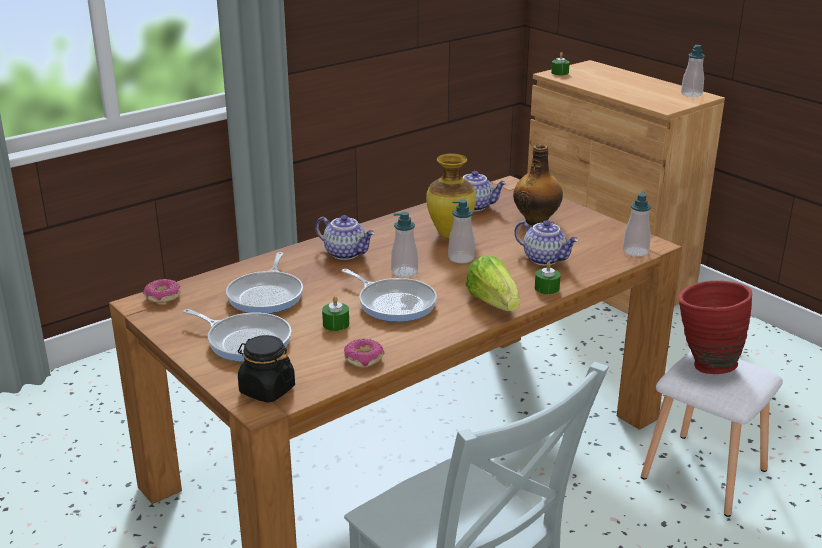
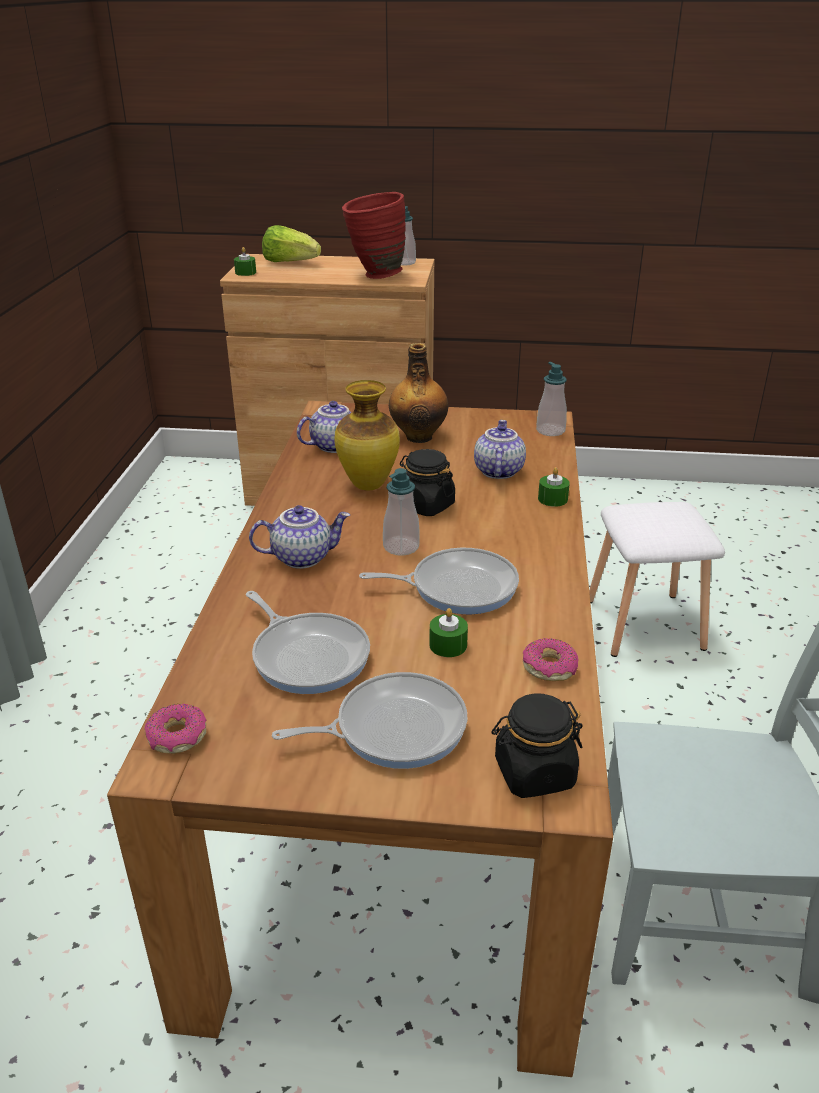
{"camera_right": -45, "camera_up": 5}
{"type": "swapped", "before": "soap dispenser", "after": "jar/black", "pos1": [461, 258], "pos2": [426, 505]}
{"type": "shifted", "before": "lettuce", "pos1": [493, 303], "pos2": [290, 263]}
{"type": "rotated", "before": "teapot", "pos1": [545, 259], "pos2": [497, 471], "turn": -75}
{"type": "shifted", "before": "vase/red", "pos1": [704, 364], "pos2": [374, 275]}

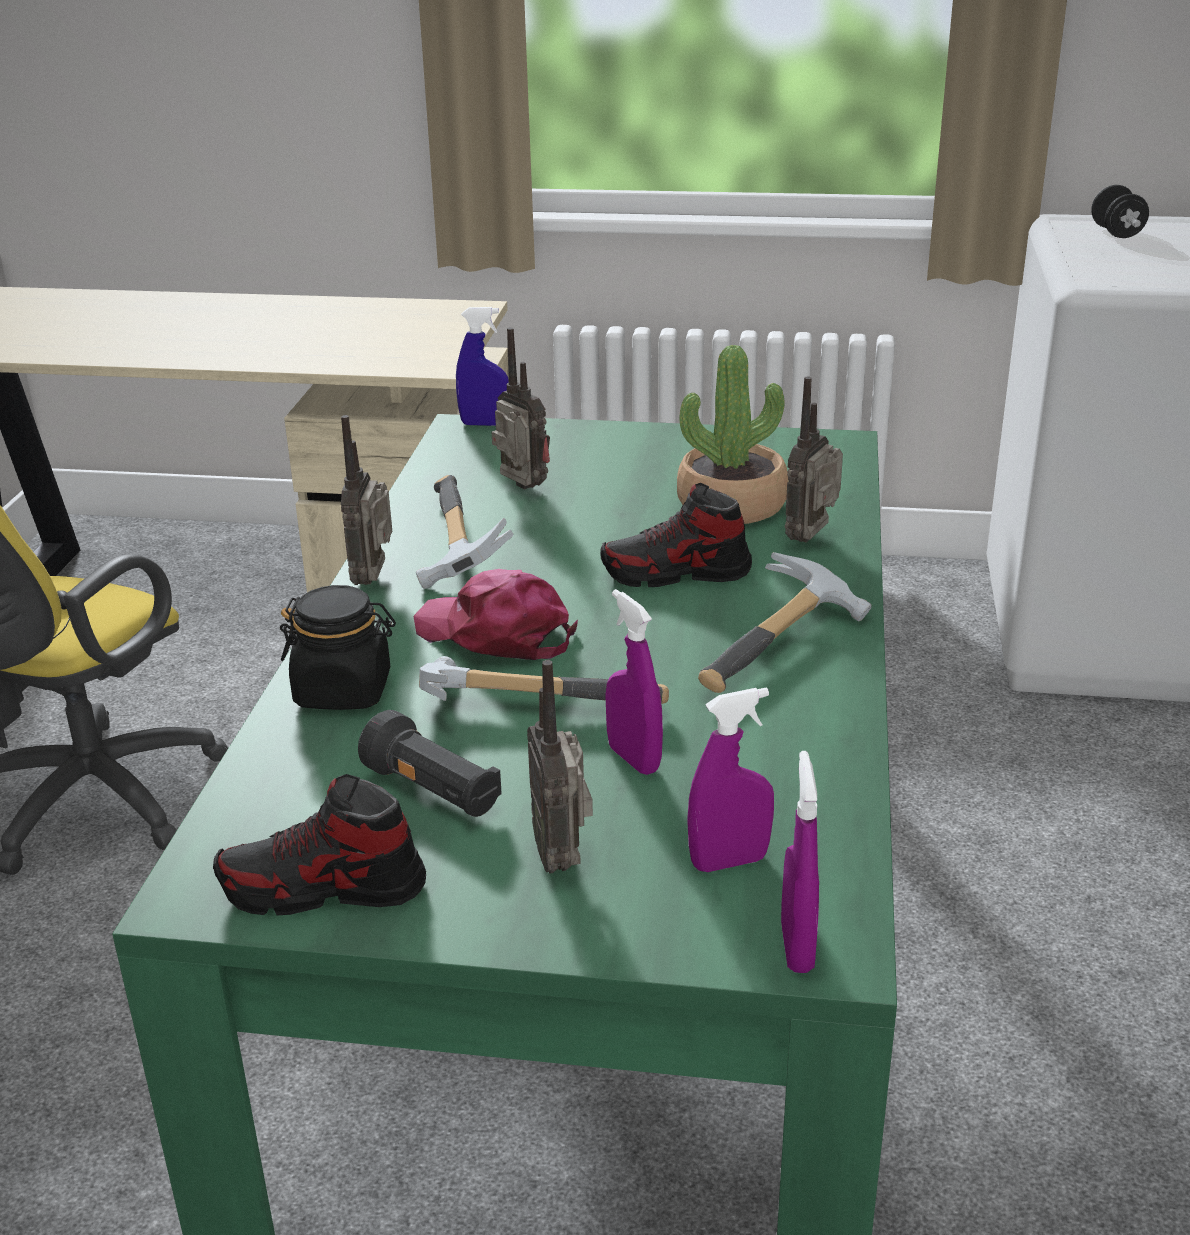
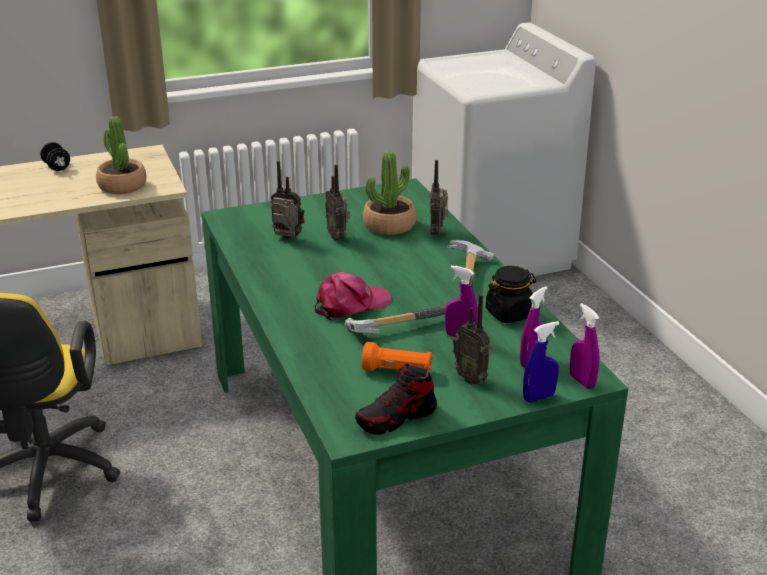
{"camera_right": -30, "camera_up": 0}
{"type": "shifted", "before": "jar/black", "pos1": [344, 691], "pos2": [509, 313]}
{"type": "shifted", "before": "radio", "pos1": [375, 579], "pos2": [338, 237]}
{"type": "repainted", "before": "flashlight/black", "after": "flashlight/orange", "pos1": [434, 792], "pos2": [397, 371]}
{"type": "rotated", "before": "cap/pink", "pos1": [496, 634], "pos2": [350, 304], "turn": 150}
{"type": "gone", "before": "hammer", "pos1": [449, 546]}
{"type": "shifted", "before": "spray bottle/blue", "pos1": [485, 424], "pos2": [539, 397]}
{"type": "gone", "before": "shoe", "pos1": [676, 573]}
{"type": "shifted", "before": "dumbbell/black", "pos1": [1116, 233], "pos2": [57, 167]}
{"type": "new", "after": "potted plant", "pos2": [122, 186]}

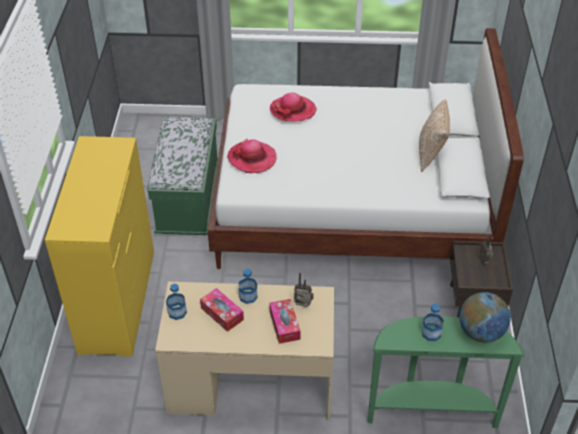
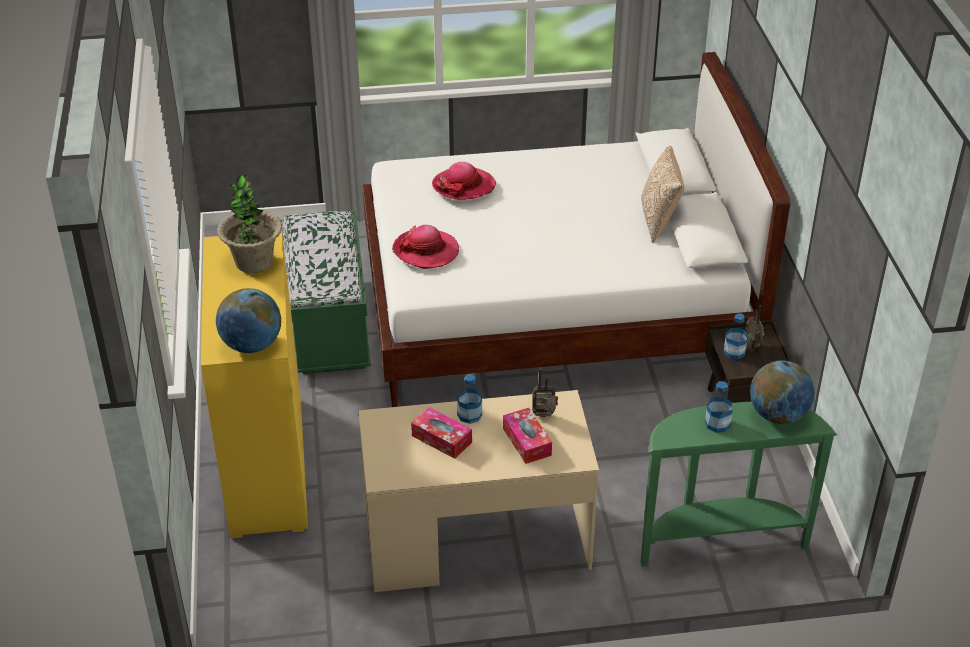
{"camera_right": -10, "camera_up": -5}
{"type": "shifted", "before": "bottle", "pos1": [177, 312], "pos2": [734, 352]}
{"type": "new", "after": "globe", "pos2": [252, 345]}
{"type": "new", "after": "potted plant", "pos2": [253, 262]}

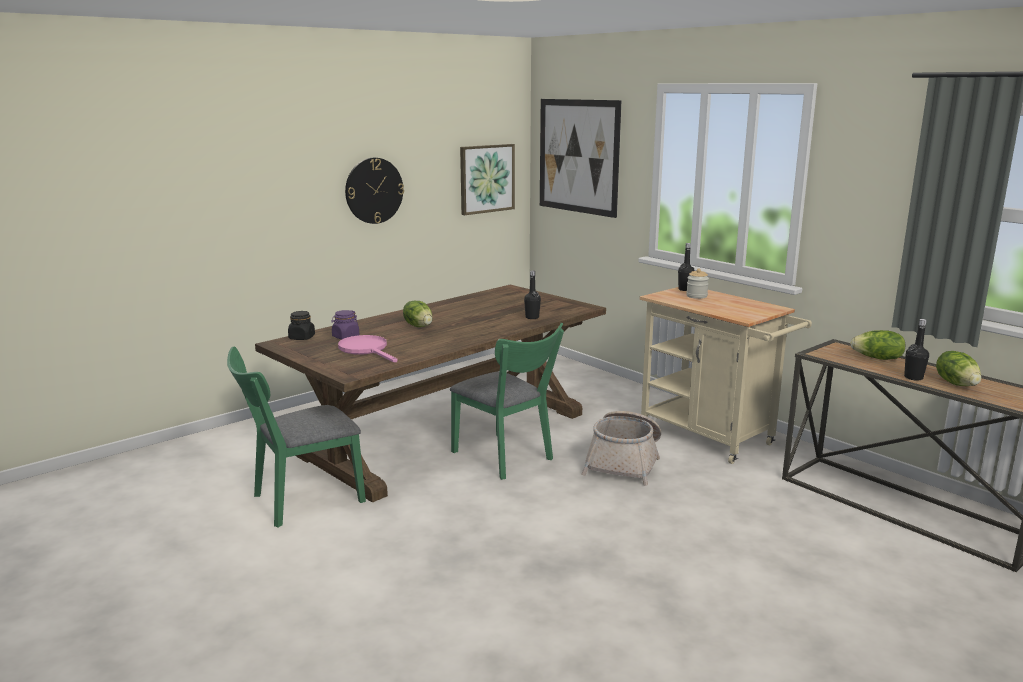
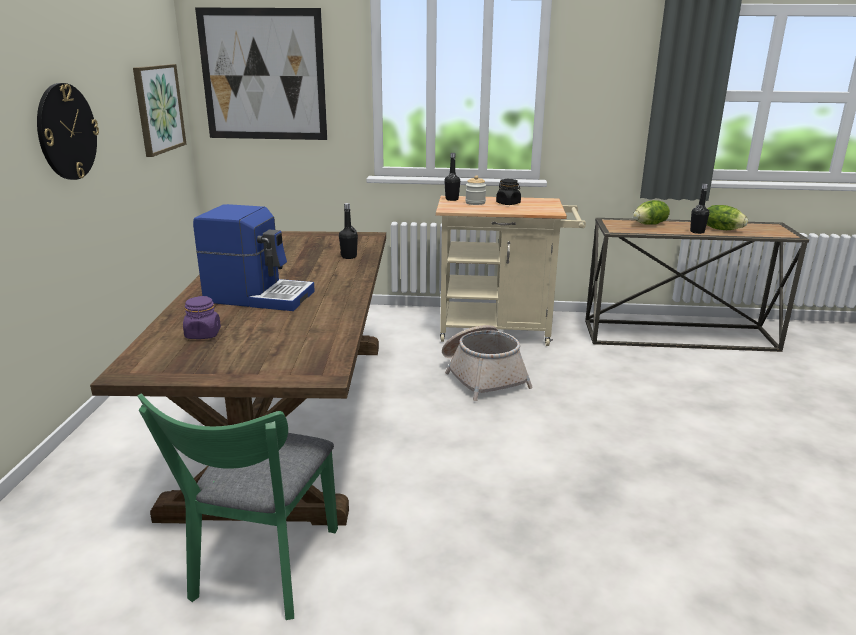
{"camera_right": -45, "camera_up": 5}
{"type": "shifted", "before": "jar/black", "pos1": [302, 338], "pos2": [508, 203]}
{"type": "gone", "before": "frying pan/pink", "pos1": [367, 350]}
{"type": "swapped", "before": "lettuce", "after": "coffee machine", "pos1": [419, 326], "pos2": [259, 296]}
{"type": "gone", "before": "chair/green", "pos1": [506, 458]}

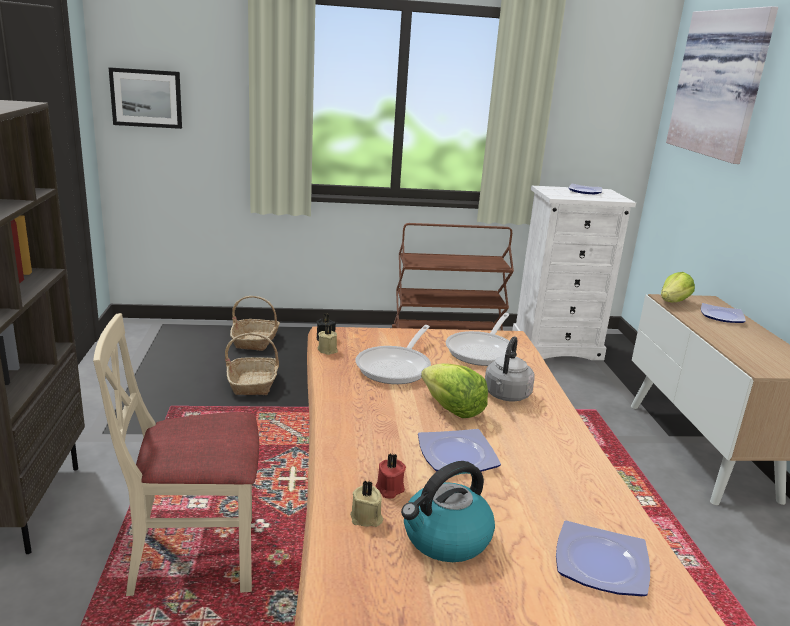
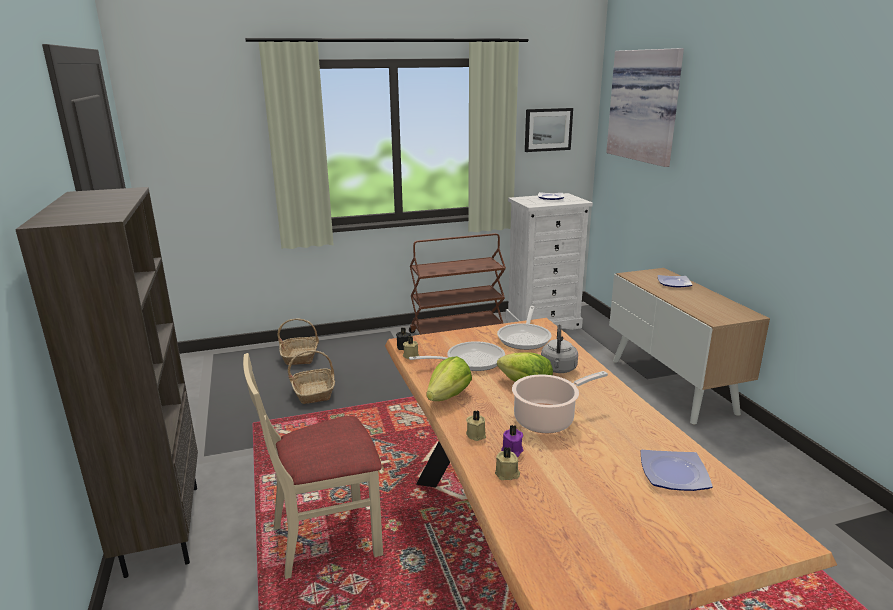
{"camera_right": -10, "camera_up": 0}
{"type": "shifted", "before": "picture", "pos1": [146, 98], "pos2": [548, 129]}
{"type": "rotated", "before": "frying pan", "pos1": [396, 367], "pos2": [469, 361], "turn": -120}
{"type": "repainted", "before": "candle/red", "after": "candle/purple", "pos1": [389, 489], "pos2": [512, 451]}
{"type": "gone", "before": "kettle", "pos1": [445, 539]}
{"type": "swapped", "before": "plate", "after": "cooking pot", "pos1": [458, 456], "pos2": [547, 419]}
{"type": "shifted", "before": "lettuce", "pos1": [673, 302], "pos2": [448, 396]}
{"type": "new", "after": "candle/beige", "pos2": [476, 434]}

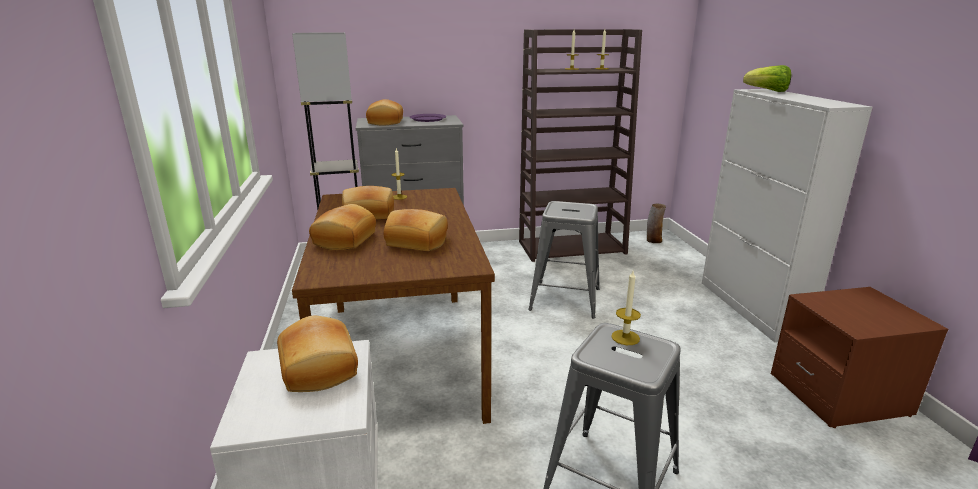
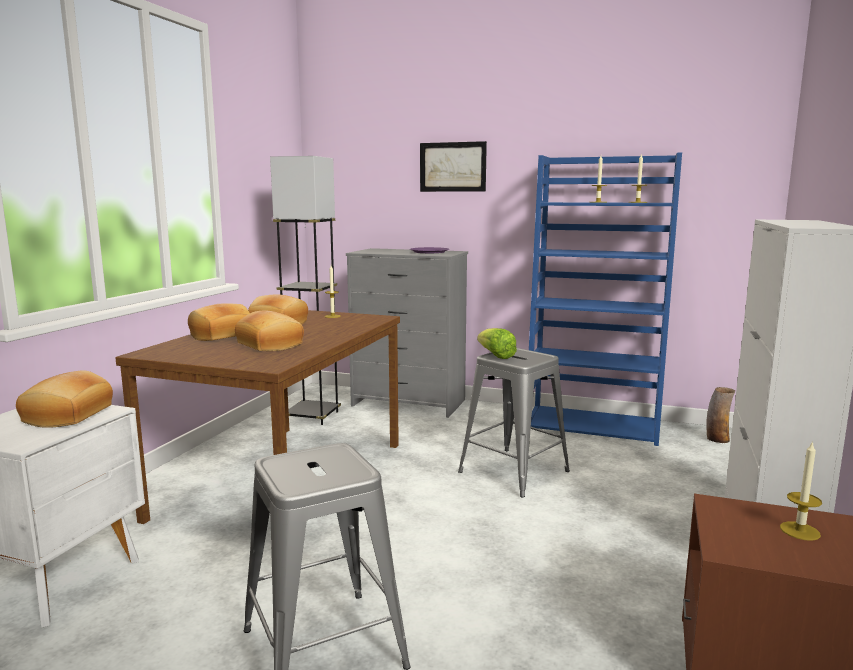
{"camera_right": 30, "camera_up": -10}
{"type": "gone", "before": "bread", "pos1": [386, 122]}
{"type": "repainted", "before": "bookcase/brown", "after": "bookcase/blue", "pos1": [572, 247], "pos2": [594, 425]}
{"type": "shifted", "before": "candle", "pos1": [625, 337], "pos2": [799, 531]}
{"type": "shifted", "before": "lettuce", "pos1": [767, 91], "pos2": [495, 355]}
{"type": "new", "after": "picture", "pos2": [452, 167]}

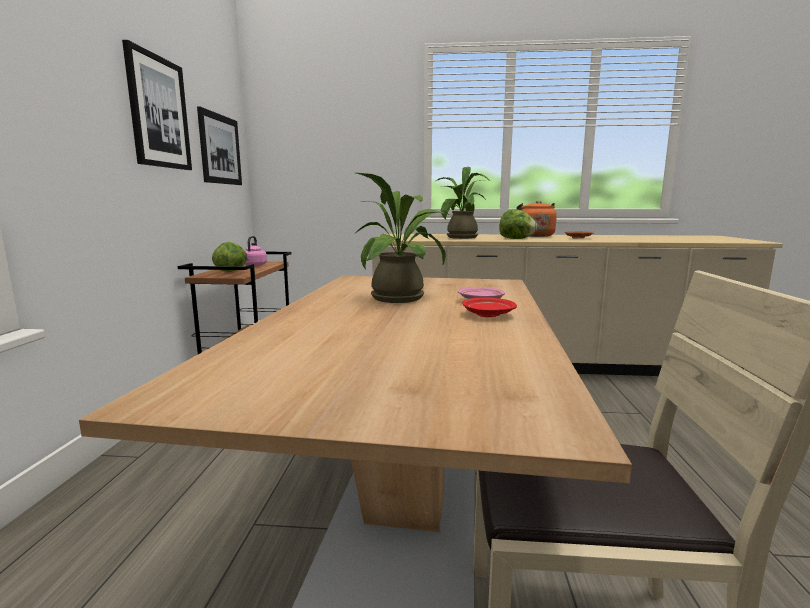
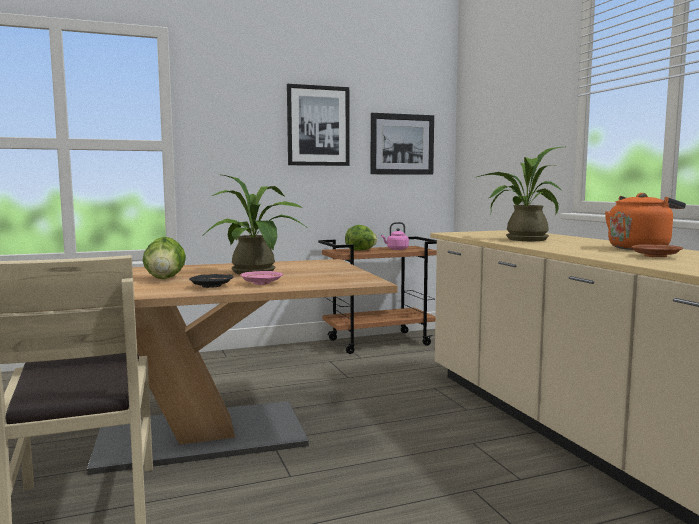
{"camera_right": 65, "camera_up": -5}
{"type": "repainted", "before": "plate/red", "after": "plate/black", "pos1": [487, 314], "pos2": [211, 286]}
{"type": "shifted", "before": "lettuce", "pos1": [516, 239], "pos2": [165, 278]}

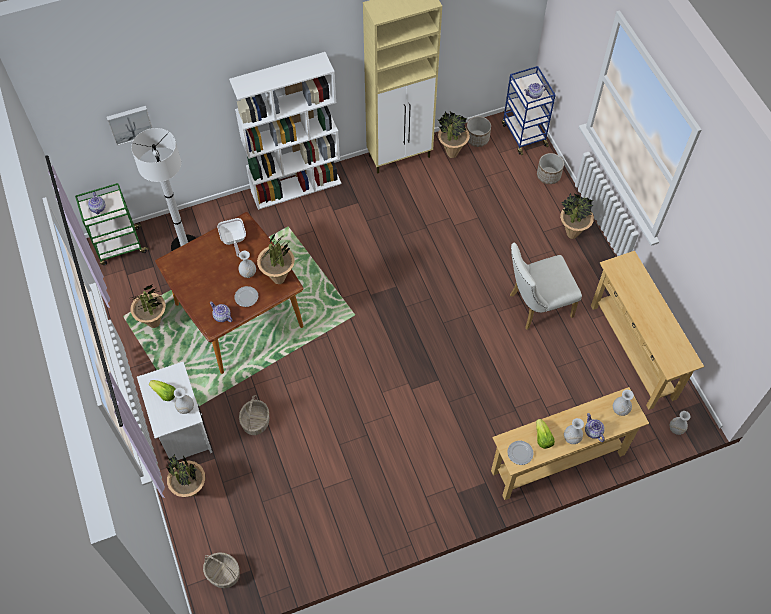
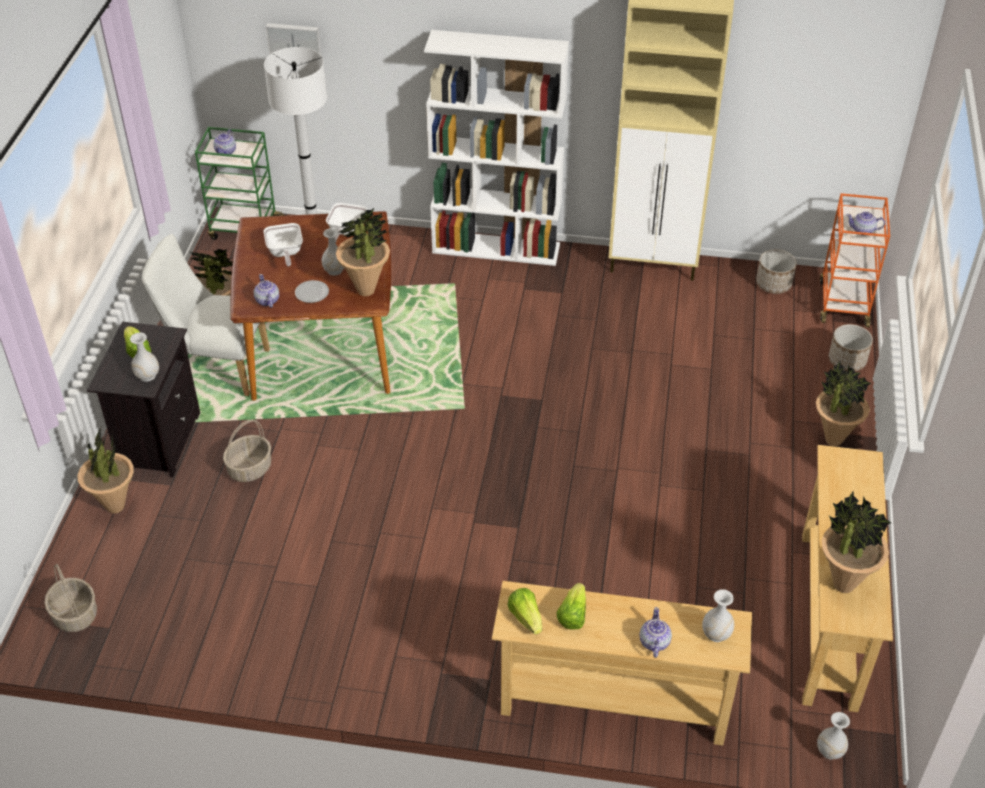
{"camera_right": 30, "camera_up": -15}
{"type": "repainted", "before": "nightstand/white", "after": "nightstand/black", "pos1": [183, 432], "pos2": [158, 440]}
{"type": "shifted", "before": "potted plant", "pos1": [451, 154], "pos2": [843, 584]}
{"type": "repainted", "before": "cart/blue", "after": "cart/orange", "pos1": [523, 134], "pos2": [843, 302]}
{"type": "swapped", "before": "plate", "after": "lettuce", "pos1": [520, 453], "pos2": [526, 617]}
{"type": "shifted", "before": "chair/white", "pos1": [536, 306], "pos2": [217, 367]}
{"type": "gone", "before": "vase/white", "pos1": [571, 438]}
{"type": "new", "after": "frying pan", "pos2": [285, 253]}

